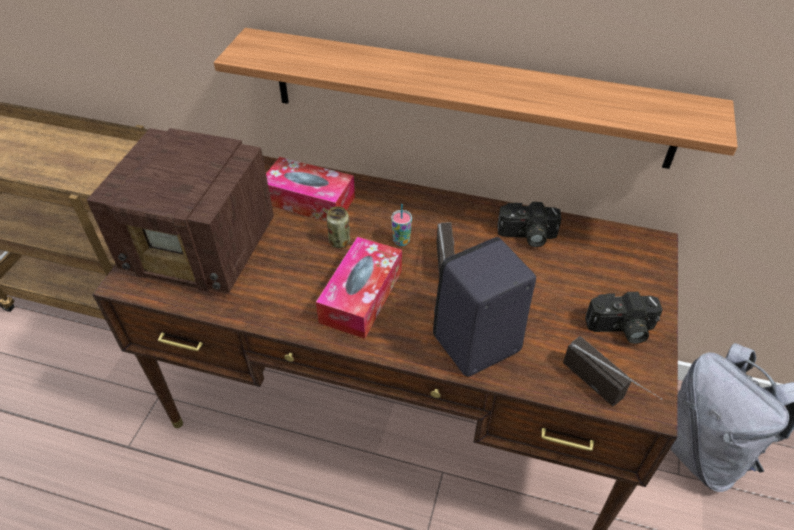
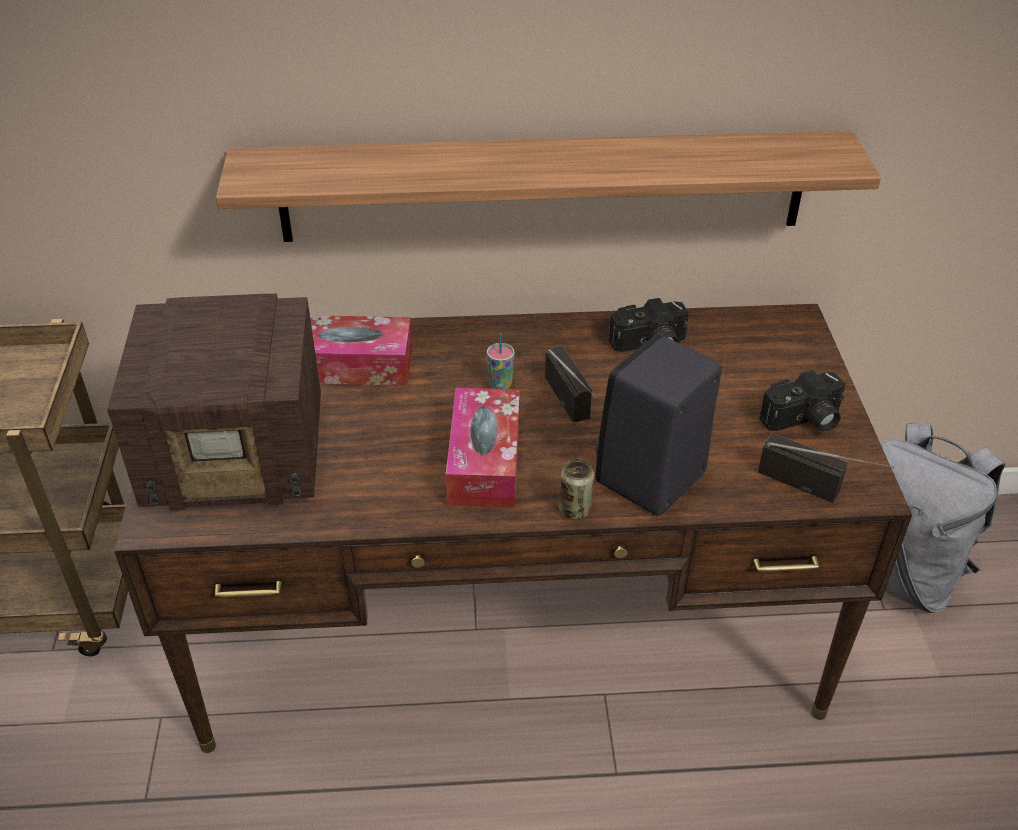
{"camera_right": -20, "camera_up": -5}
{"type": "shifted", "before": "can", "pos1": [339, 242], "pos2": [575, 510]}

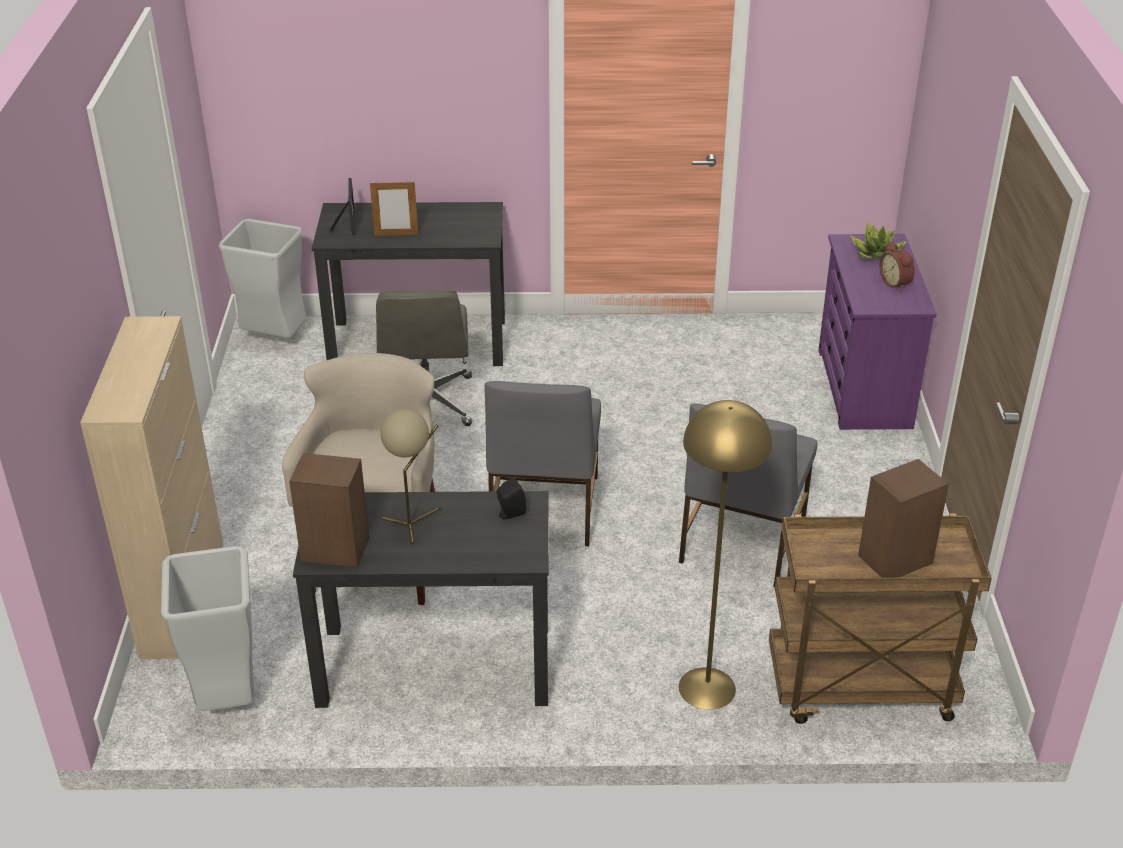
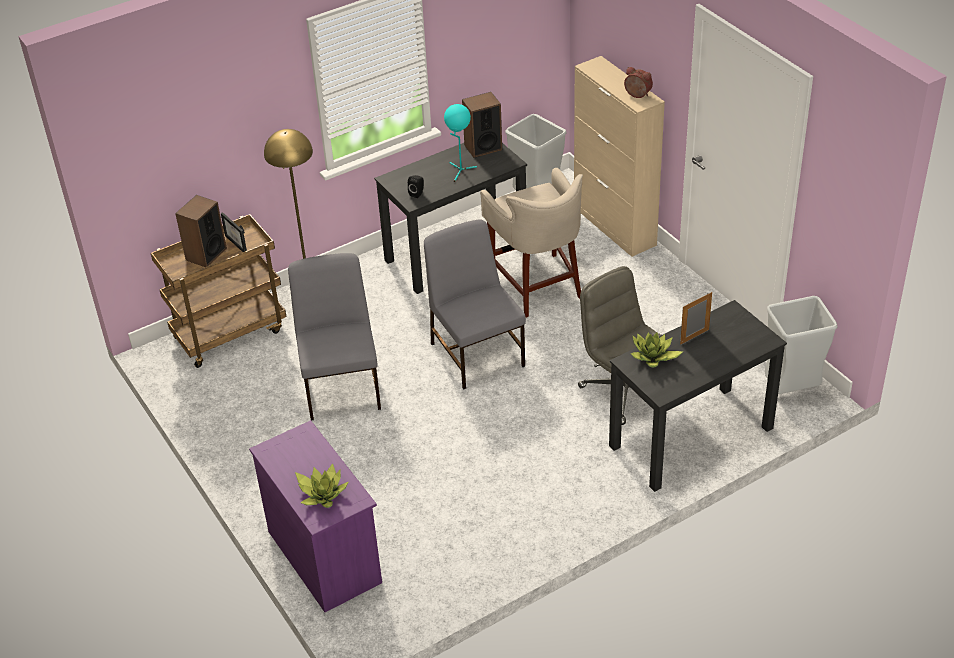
{"camera_right": 150, "camera_up": 5}
{"type": "shifted", "before": "picture frame", "pos1": [348, 222], "pos2": [239, 243]}
{"type": "repainted", "before": "table lamp/beige", "after": "table lamp/turquoise", "pos1": [413, 523], "pos2": [460, 171]}
{"type": "shifted", "before": "alarm clock", "pos1": [896, 283], "pos2": [637, 95]}
{"type": "new", "after": "potted plant", "pos2": [653, 357]}

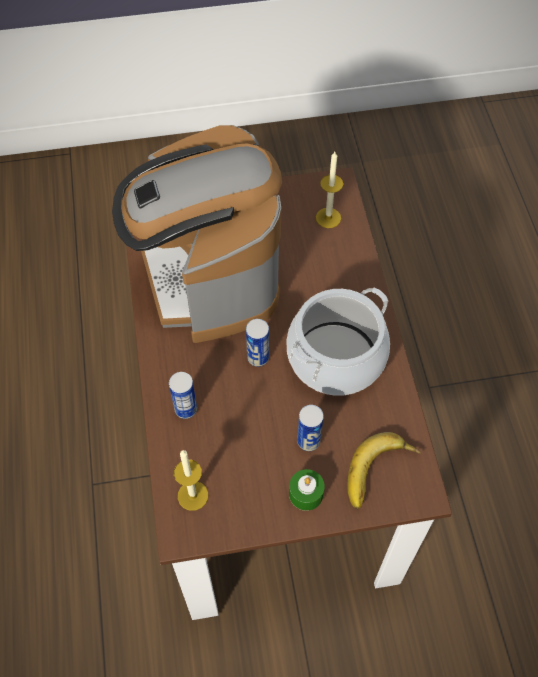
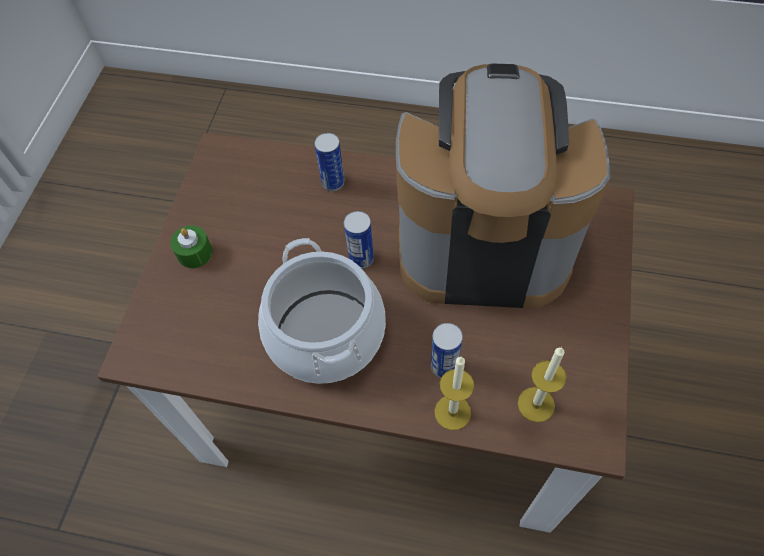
{"camera_right": 115, "camera_up": 0}
{"type": "shifted", "before": "candle", "pos1": [193, 495], "pos2": [452, 412]}
{"type": "shifted", "before": "can", "pos1": [308, 441], "pos2": [444, 366]}
{"type": "gone", "before": "banana", "pos1": [380, 475]}

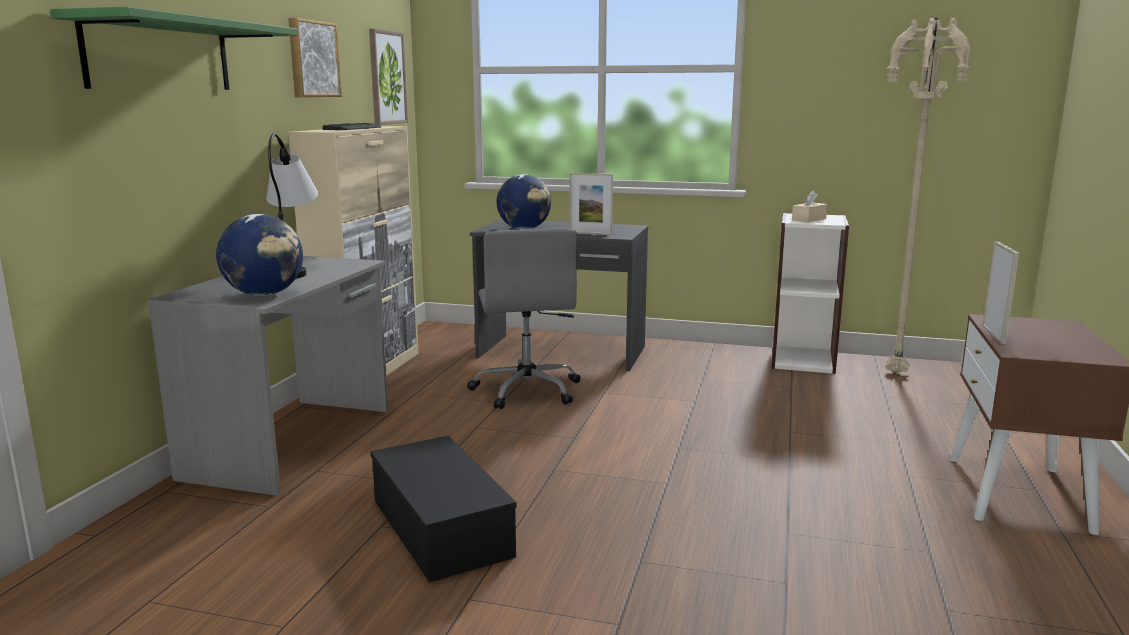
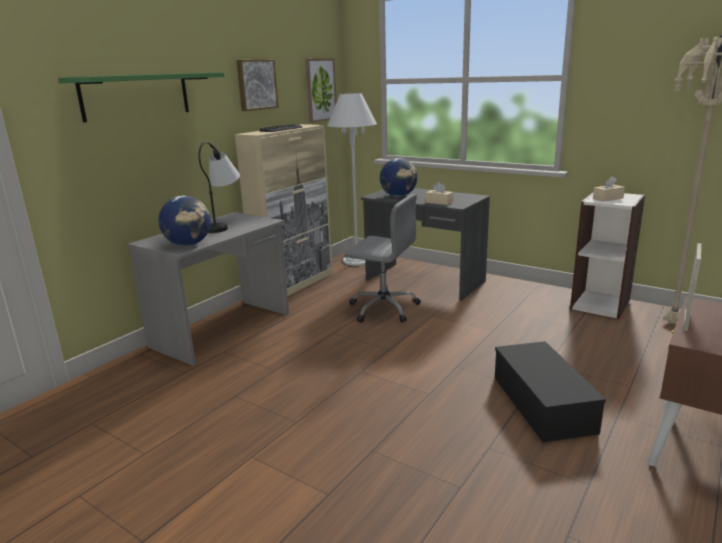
{"camera_right": 20, "camera_up": 5}
{"type": "shifted", "before": "storage box/black", "pos1": [443, 528], "pos2": [544, 404]}
{"type": "rotated", "before": "office chair/grey", "pos1": [527, 390], "pos2": [382, 308], "turn": -75}
{"type": "swapped", "before": "picture frame", "after": "tissue box/beige", "pos1": [590, 234], "pos2": [439, 202]}
{"type": "new", "after": "floor lamp/white", "pos2": [357, 260]}

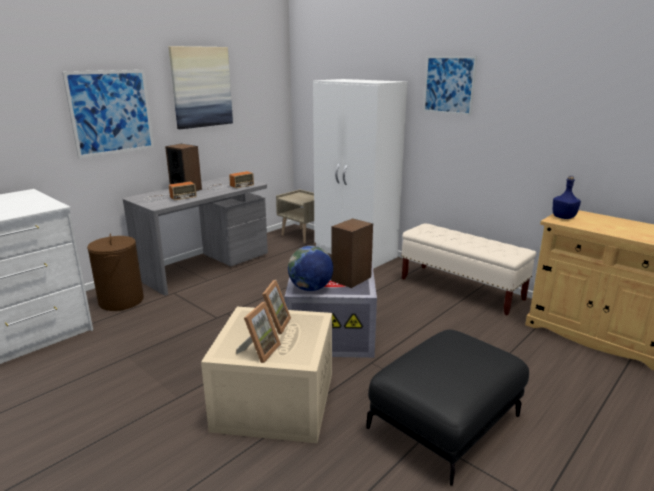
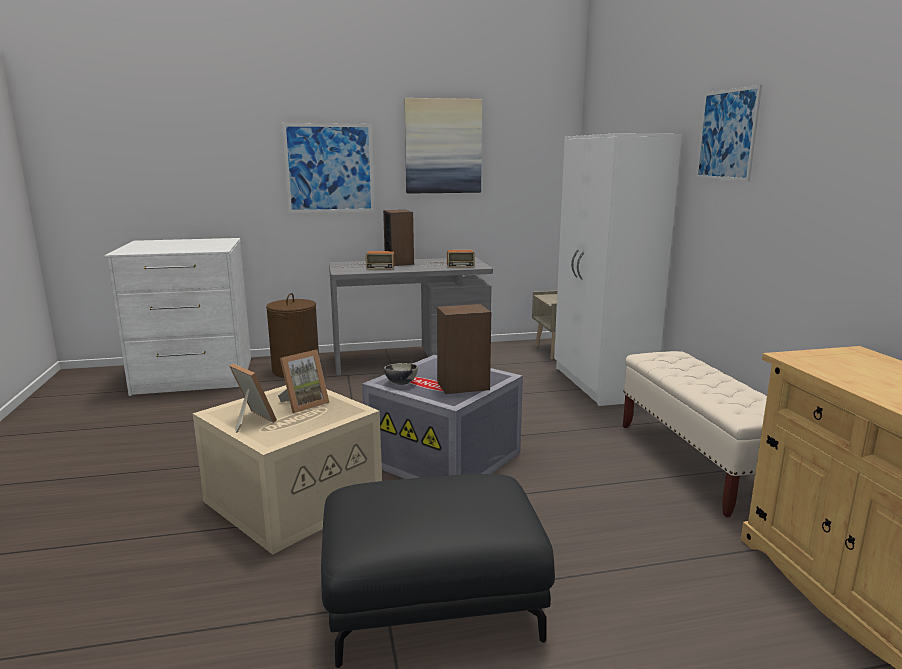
{"camera_right": 35, "camera_up": -5}
{"type": "rotated", "before": "picture frame", "pos1": [259, 351], "pos2": [250, 421], "turn": -105}
{"type": "swapped", "before": "globe", "after": "bowl", "pos1": [310, 288], "pos2": [401, 383]}
{"type": "gone", "before": "bottle/blue", "pos1": [564, 217]}

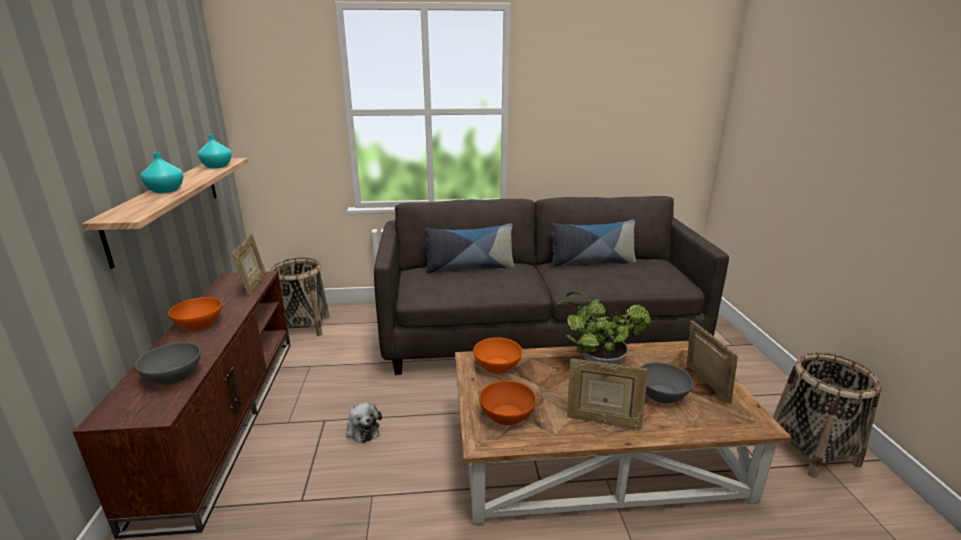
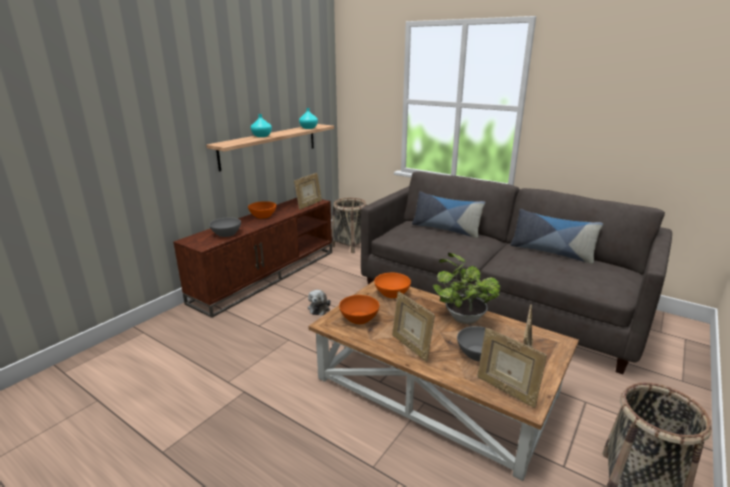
{"camera_right": 40, "camera_up": 0}
{"type": "new", "after": "picture frame", "pos2": [505, 390]}

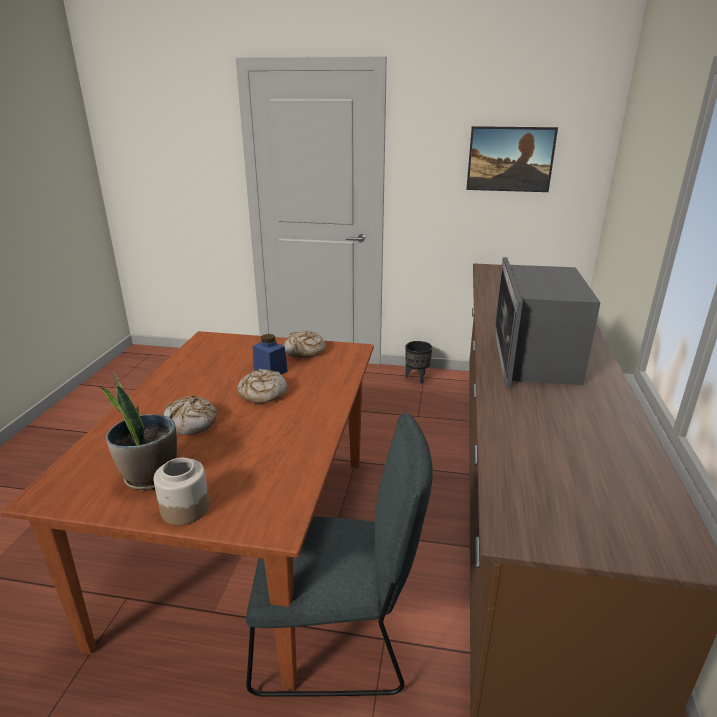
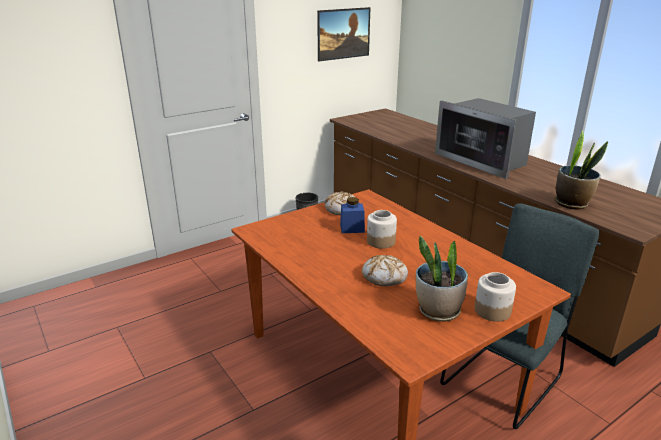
{"camera_right": -45, "camera_up": 0}
{"type": "swapped", "before": "bread", "after": "jar", "pos1": [262, 393], "pos2": [380, 242]}
{"type": "new", "after": "potted plant", "pos2": [572, 203]}

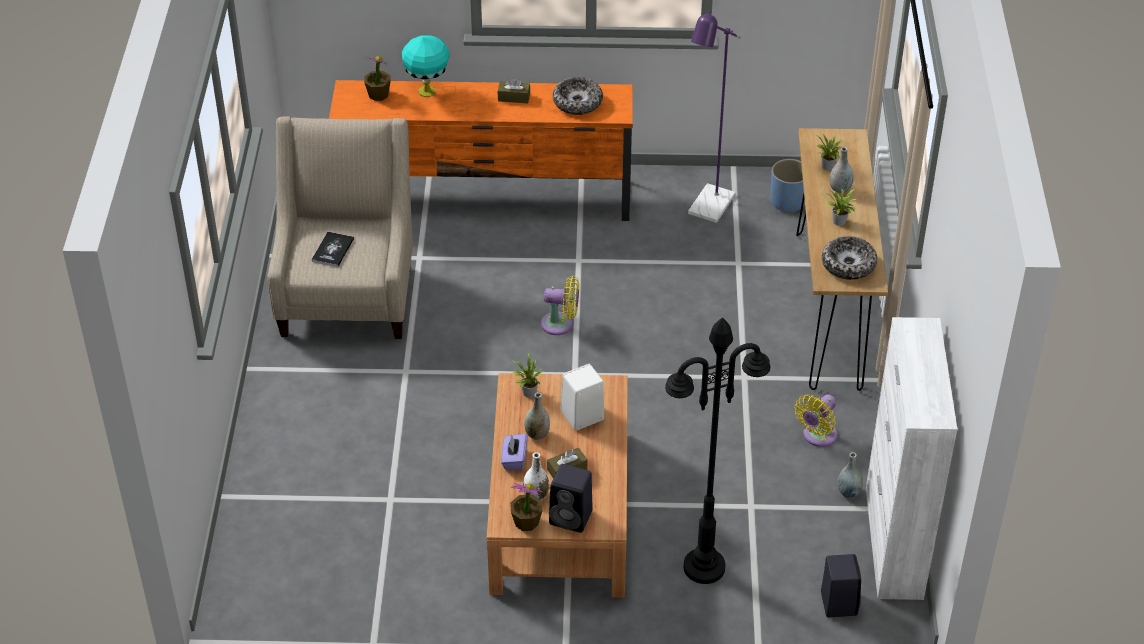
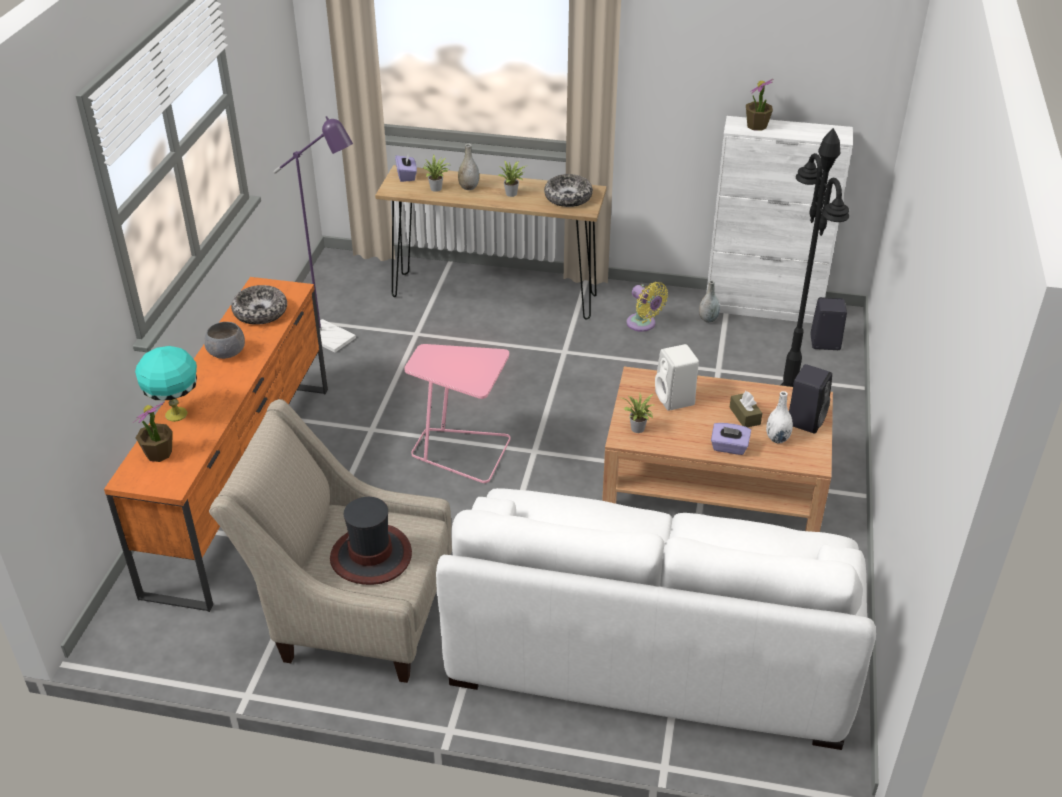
{"camera_right": -80, "camera_up": -5}
{"type": "swapped", "before": "book", "after": "hat", "pos1": [333, 250], "pos2": [371, 556]}
{"type": "swapped", "before": "tissue box/brown", "after": "bowl/grey", "pos1": [514, 97], "pos2": [226, 352]}
{"type": "shifted", "before": "potted plant", "pos1": [526, 522], "pos2": [756, 126]}
{"type": "gone", "before": "vase/grey", "pos1": [537, 434]}
{"type": "swapped", "before": "fan/yellow", "after": "side table/pink", "pos1": [561, 324], "pos2": [461, 452]}
{"type": "gone", "before": "planter/blue", "pos1": [788, 201]}
{"type": "new", "after": "tissue box/purple", "pos2": [406, 176]}
{"type": "new", "after": "sofa/white", "pos2": [651, 642]}

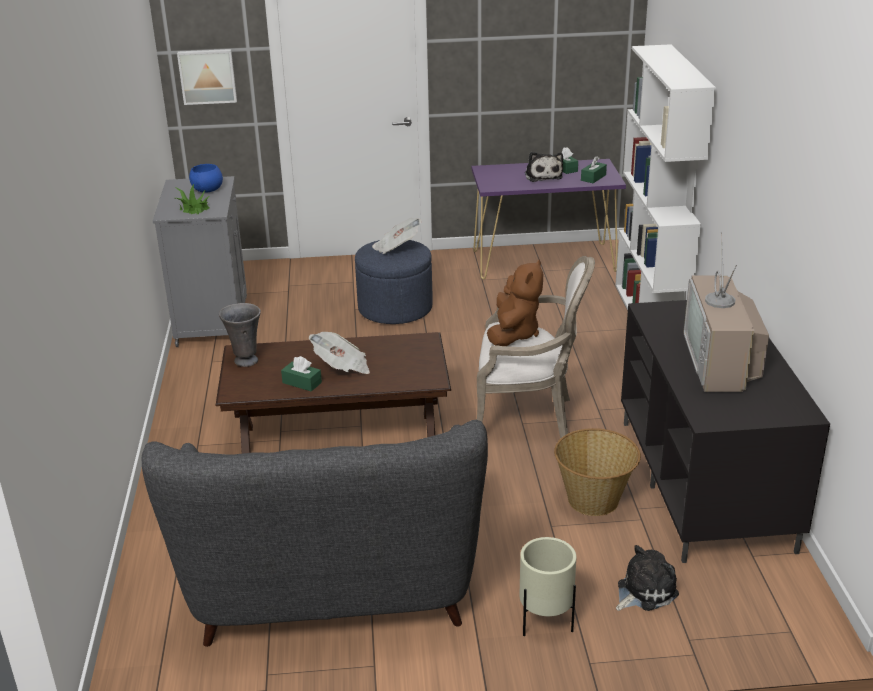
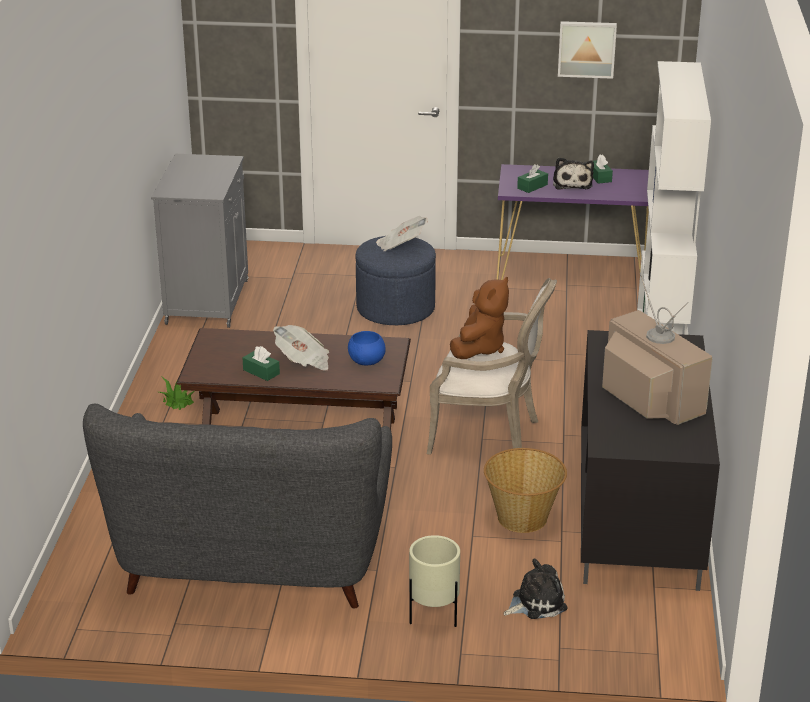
{"camera_right": 10, "camera_up": 0}
{"type": "shifted", "before": "potted plant", "pos1": [194, 208], "pos2": [178, 401]}
{"type": "shifted", "before": "picture", "pos1": [207, 76], "pos2": [586, 48]}
{"type": "shifted", "before": "bowl/blue", "pos1": [207, 190], "pos2": [366, 361]}
{"type": "gone", "before": "vase/grey", "pos1": [245, 361]}
{"type": "shifted", "before": "tissue box/green", "pos1": [593, 178], "pos2": [532, 186]}
{"type": "rotated", "before": "television", "pos1": [721, 362], "pos2": [648, 396], "turn": 135}

